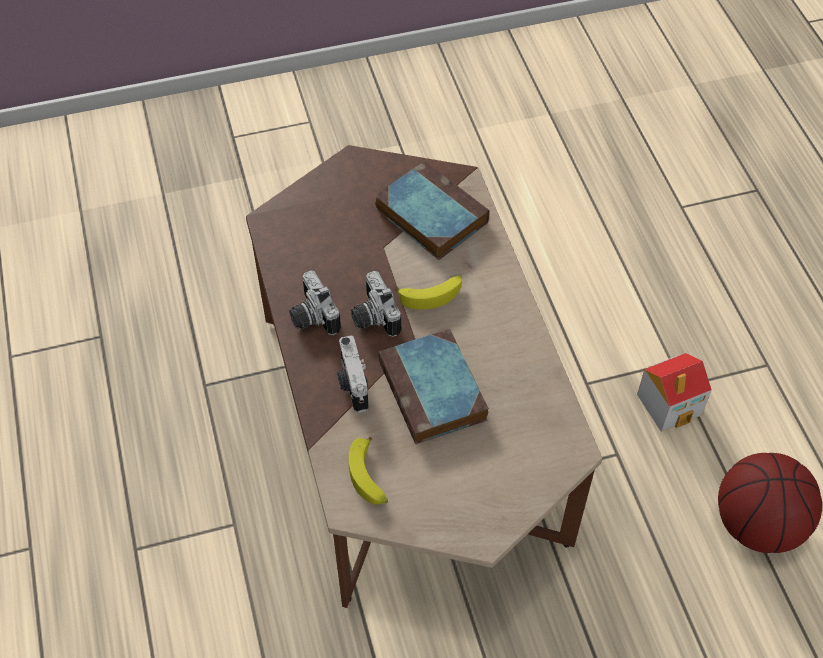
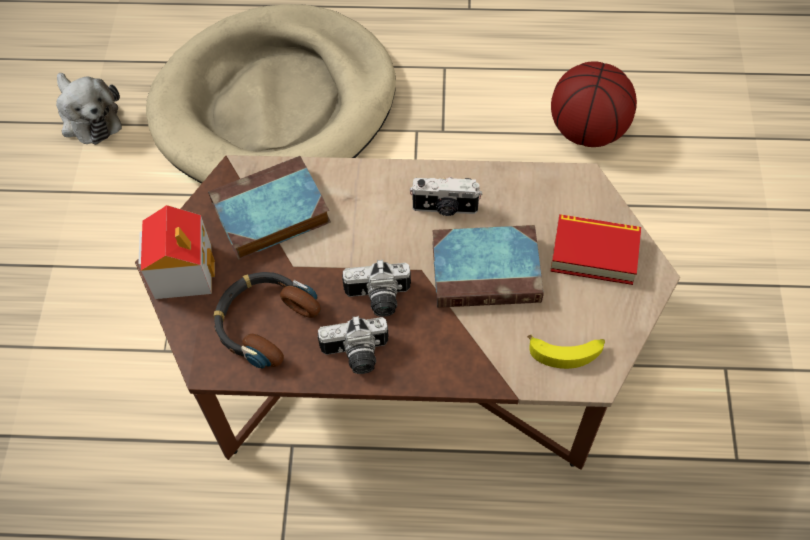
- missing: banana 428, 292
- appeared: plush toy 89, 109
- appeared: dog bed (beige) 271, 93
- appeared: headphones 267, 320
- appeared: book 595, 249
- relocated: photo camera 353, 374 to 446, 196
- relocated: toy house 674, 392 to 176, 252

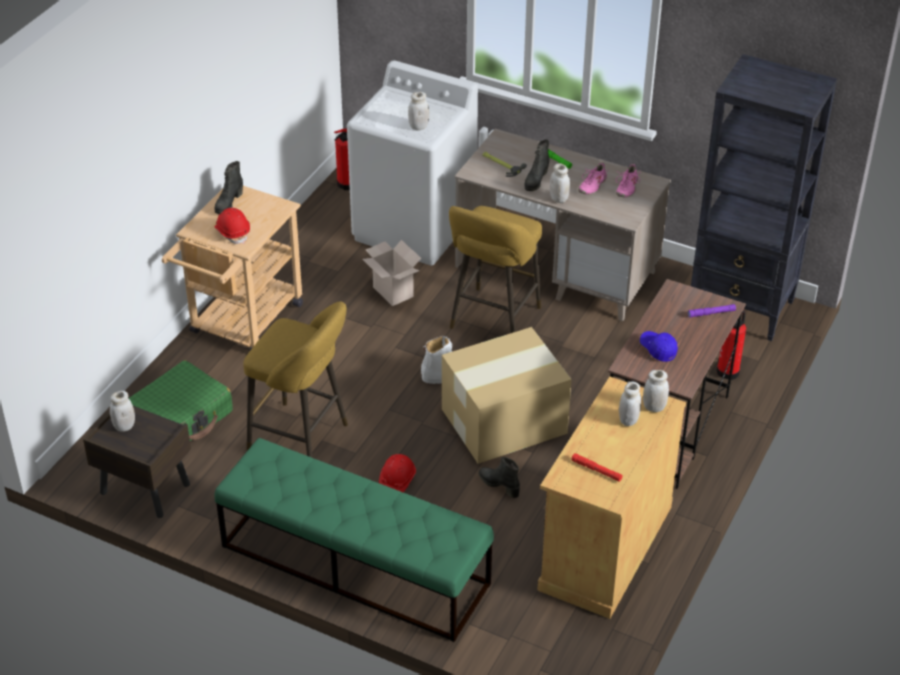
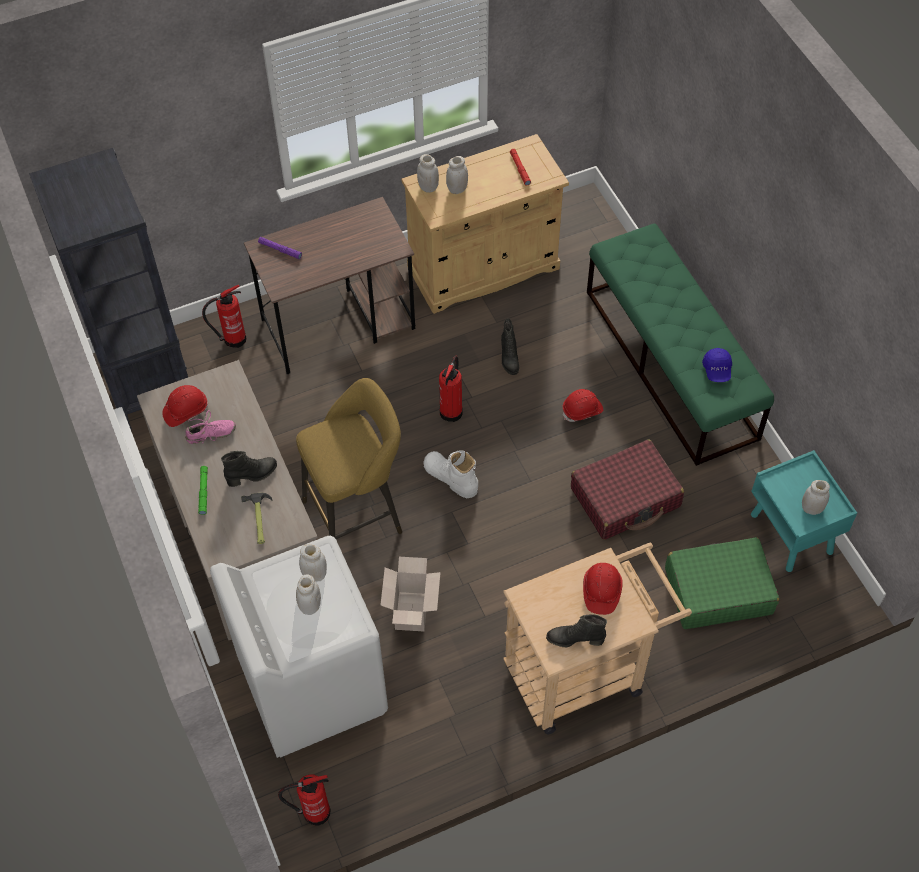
- relocated: jar (white) 560, 183 to 308, 595
- relocated: cap (blue) 659, 346 to 717, 365
- exchanged: stool (yellow) 295, 380 to suitcase (red) 627, 489
- exchanged: cardboard box 507, 395 to fire extinguisher 451, 389
- exchanged: shoe (pink) 628, 181 to hard hat (red) 185, 406
- colour: nightstand (brown) 137, 462 to nightstand (turquoise) 804, 511
- spun: boot (black) 228, 187 = 576, 630 150 degrees counterclockwise

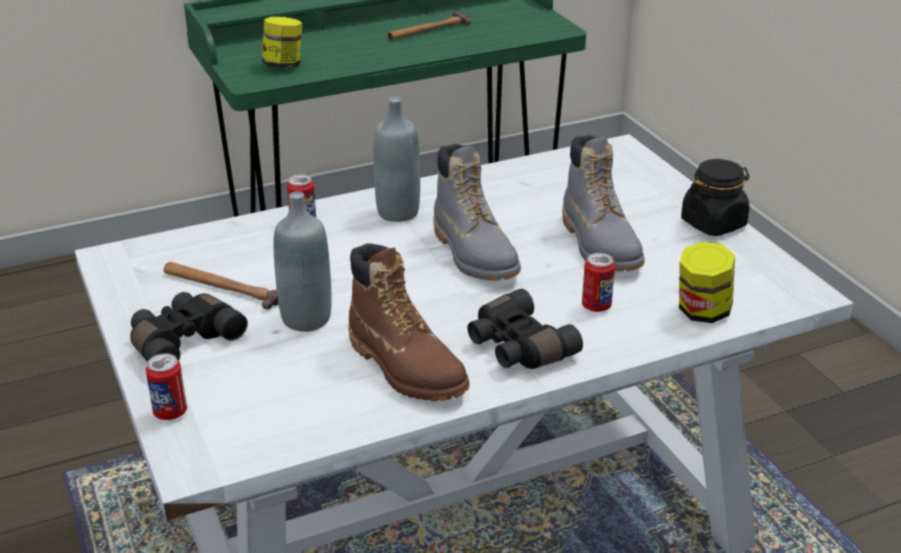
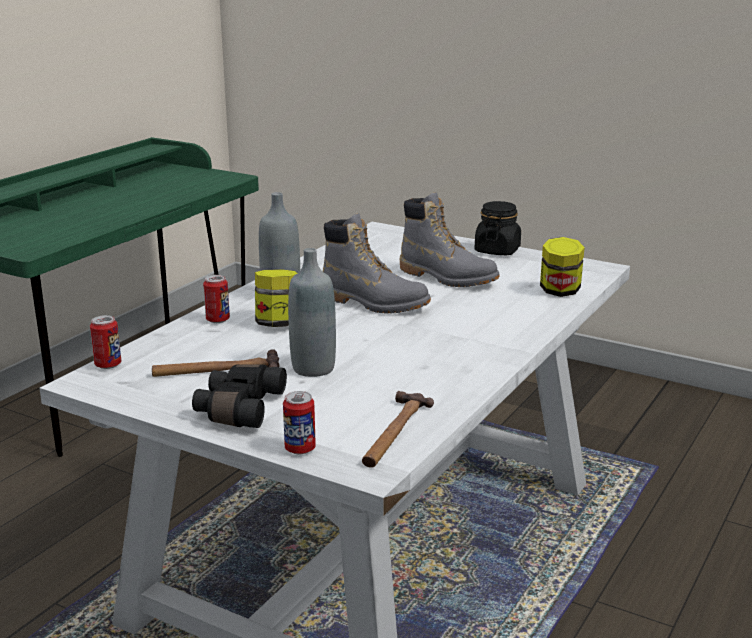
- missing: boot (brown) 408, 322
- missing: binoculars (black) 525, 329
- relocated: jar 282, 42 to 276, 298
- relocated: hammer 429, 25 to 398, 429
- relocated: can 598, 282 to 105, 342

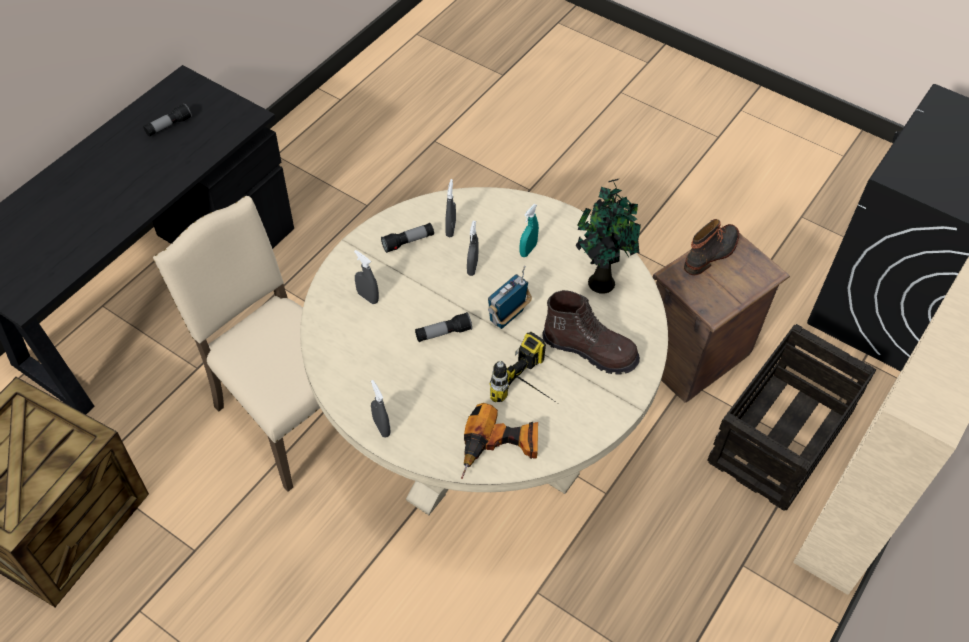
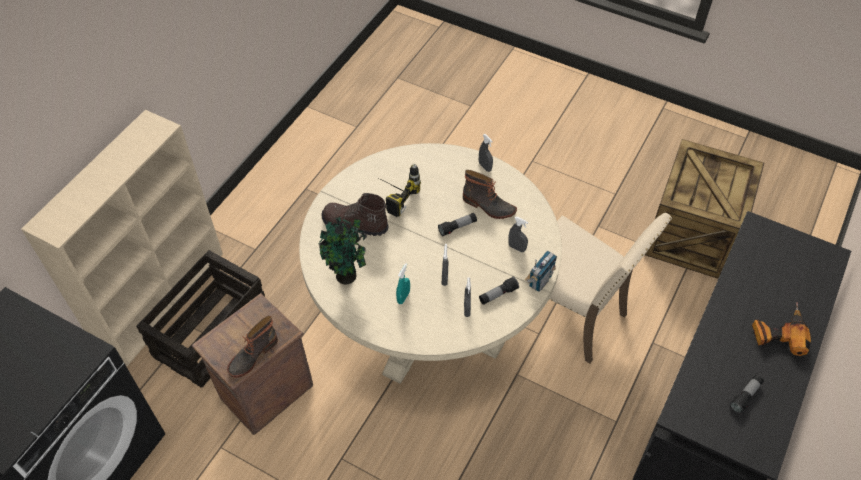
- appeared: boot 490, 194
- relocated: power drill 499, 441 to 781, 329
- relocated: radio 510, 297 to 541, 271

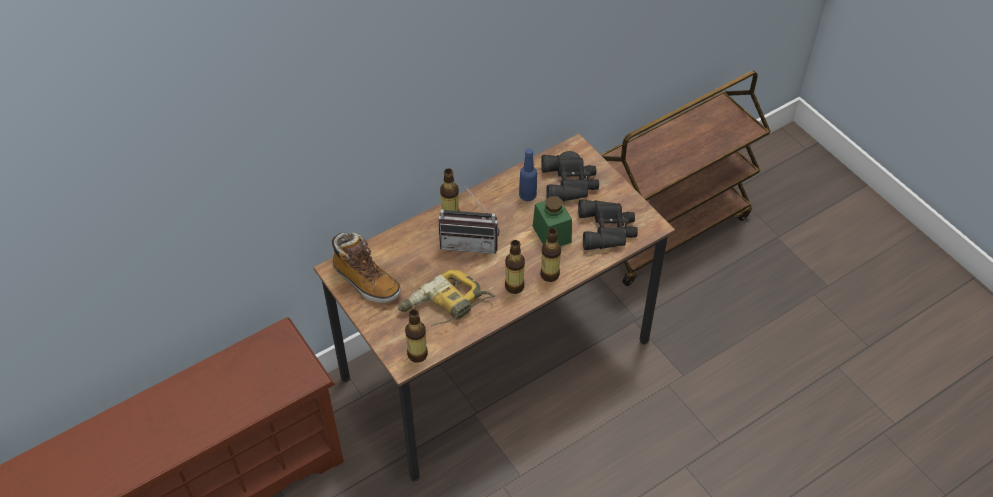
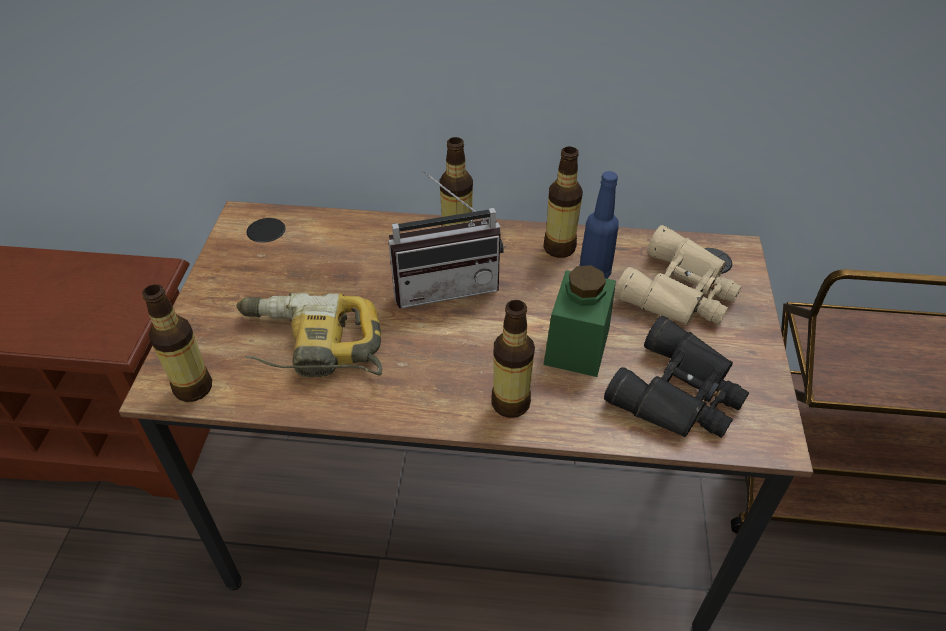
- missing: boot 366, 267
- relocated: bottle 515, 267 to 563, 202
- colour: binoculars (black) 570, 178 to binoculars (beige) 678, 274
- spun: radio 469, 219 = 446, 239 60 degrees counterclockwise

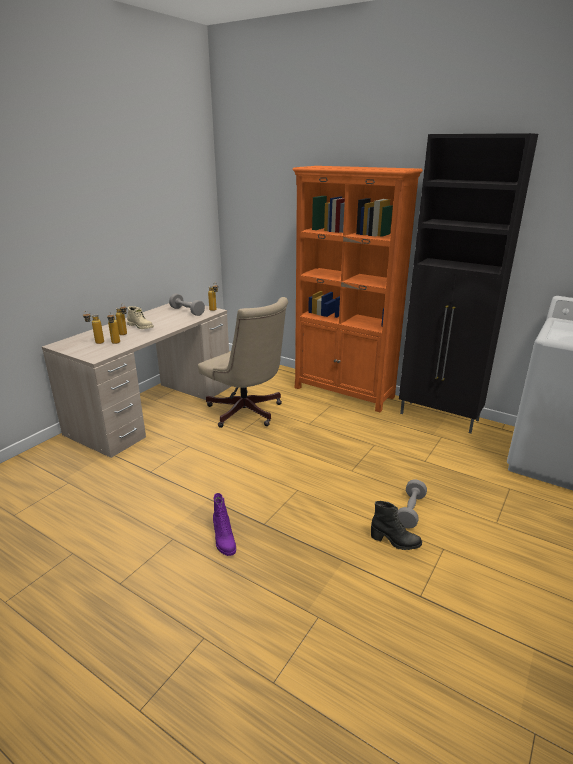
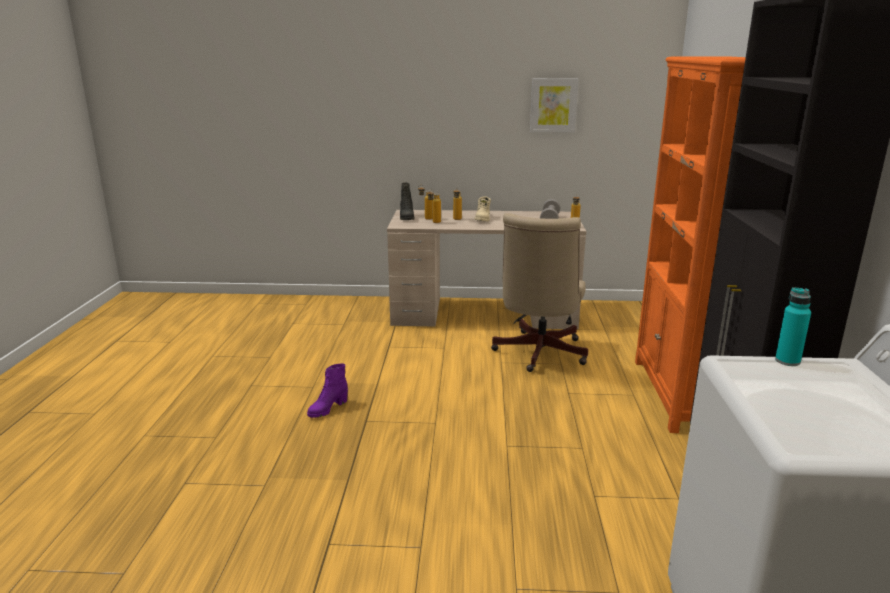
- missing: dumbbell (grey) 412, 504
- appeared: picture 554, 105
- appeared: bottle (turquoise) 793, 326
- relocated: boot (black) 396, 525 to 407, 201

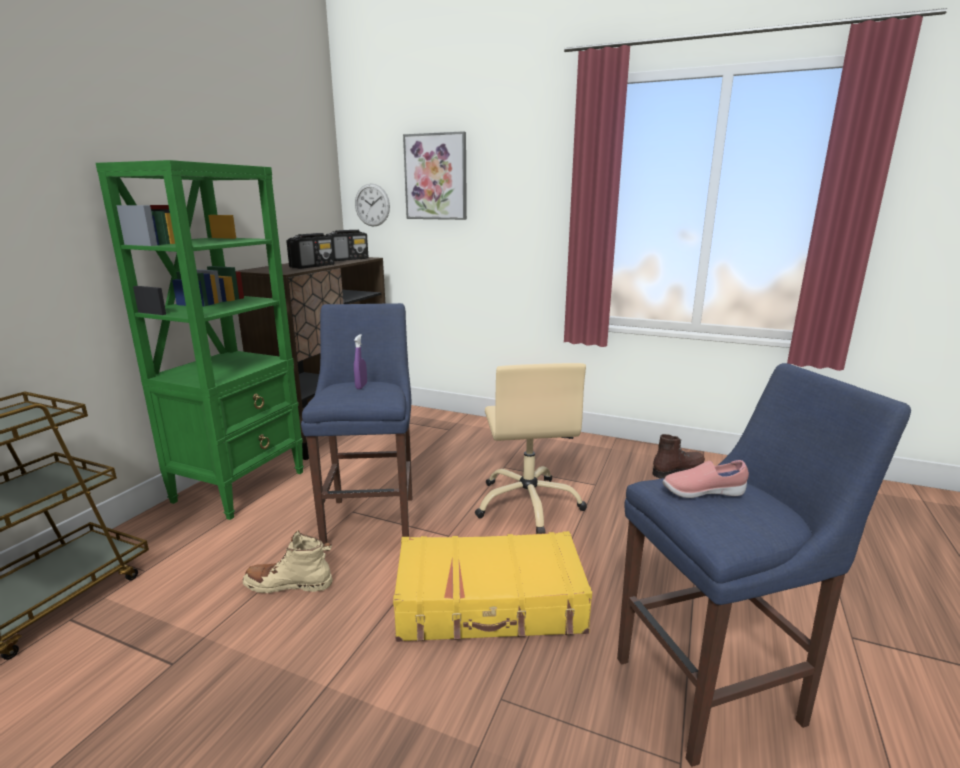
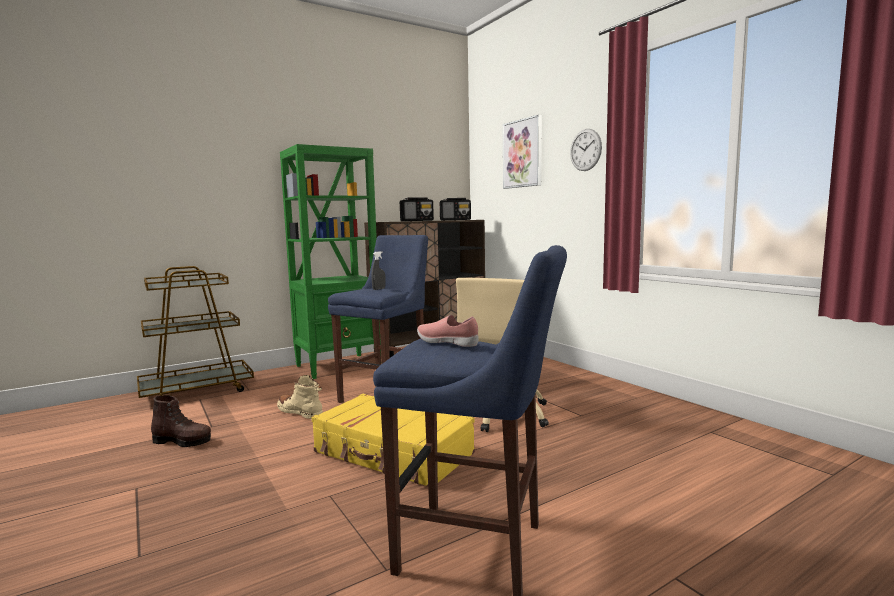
- relocated: wall clock 372, 205 to 586, 150
- relocated: boot (brown) 679, 456 to 181, 421
- colour: spray bottle (purple) 360, 361 to spray bottle (grey) 378, 270

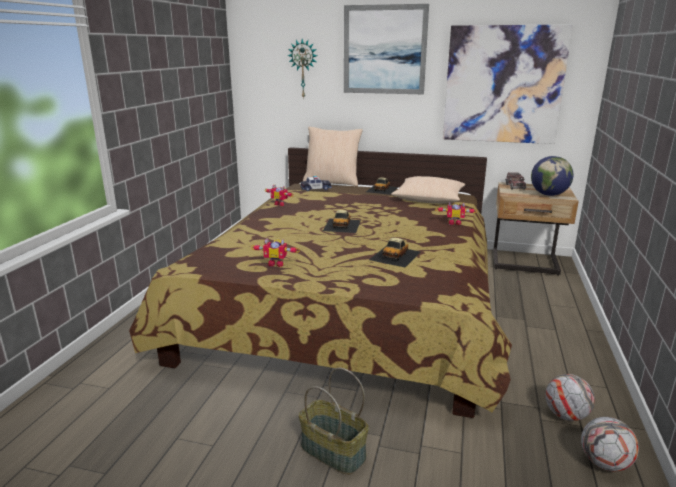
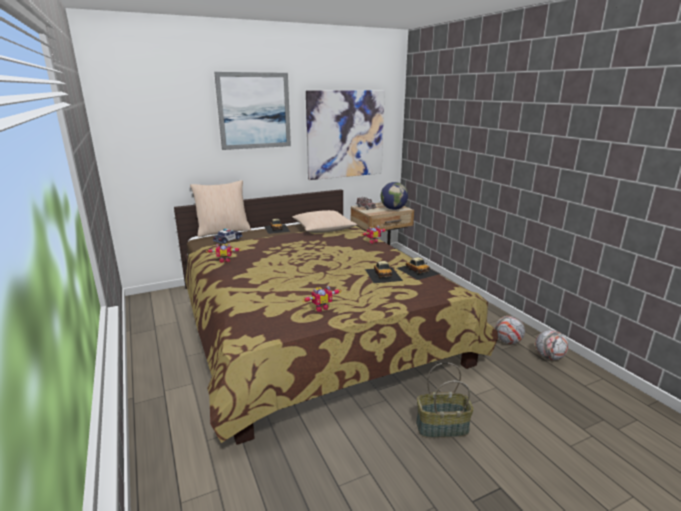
- missing: wall clock 302, 69
- relocated: toy car 342, 221 to 418, 268

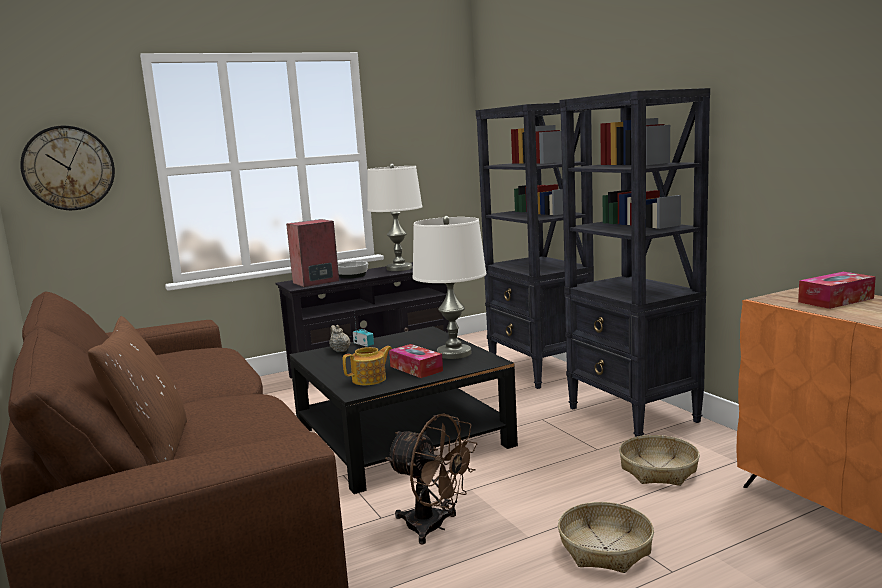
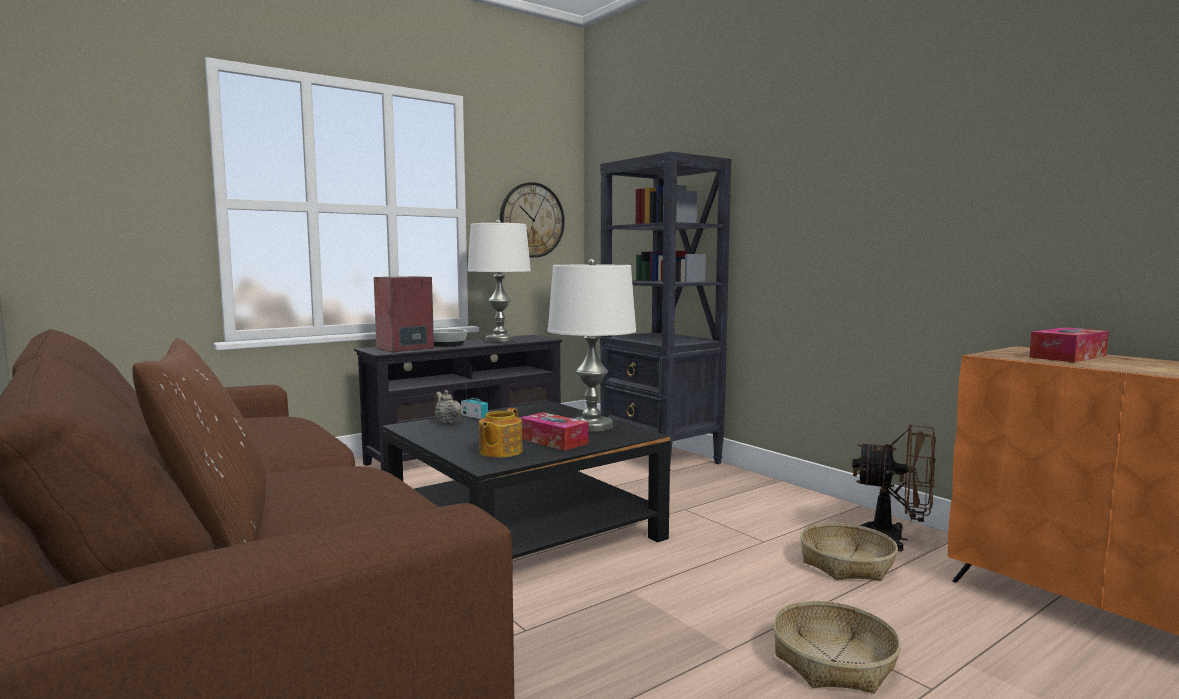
- missing: bookcase (black) 635, 262
- relocated: wall clock 67, 168 to 532, 220
- relocated: fan (brown) 431, 479 to 894, 488
- spun: teapot 367, 365 = 501, 433 150 degrees clockwise

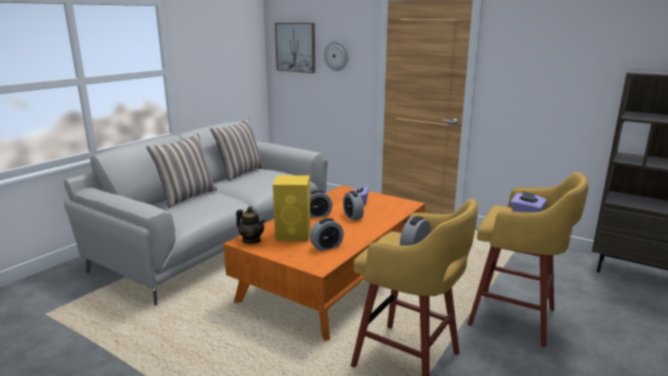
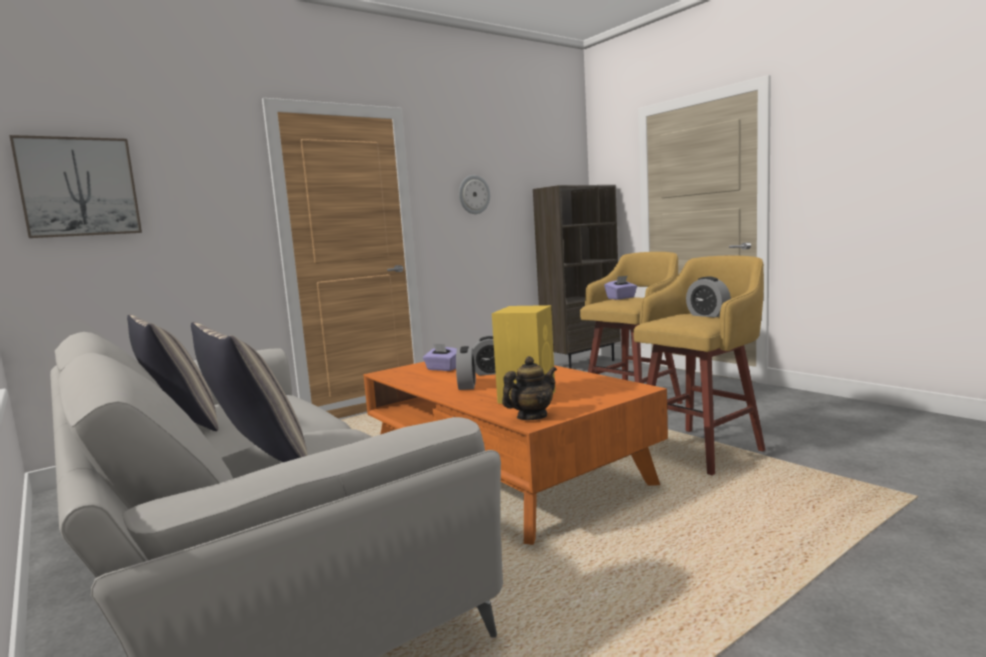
- missing: alarm clock 327, 234
- relocated: wall clock 336, 56 to 474, 194

